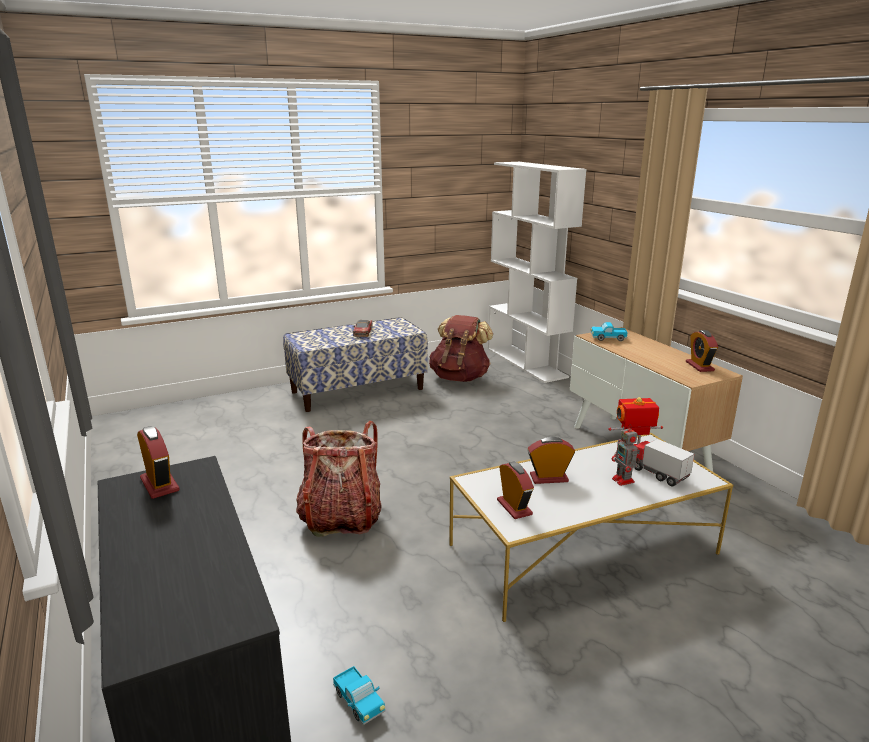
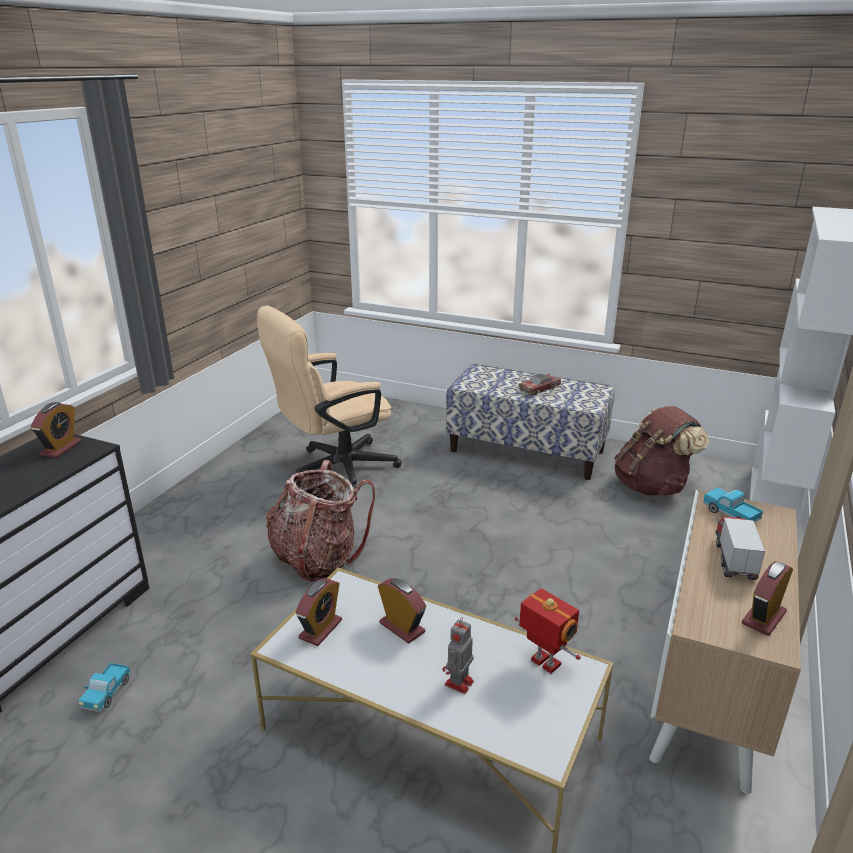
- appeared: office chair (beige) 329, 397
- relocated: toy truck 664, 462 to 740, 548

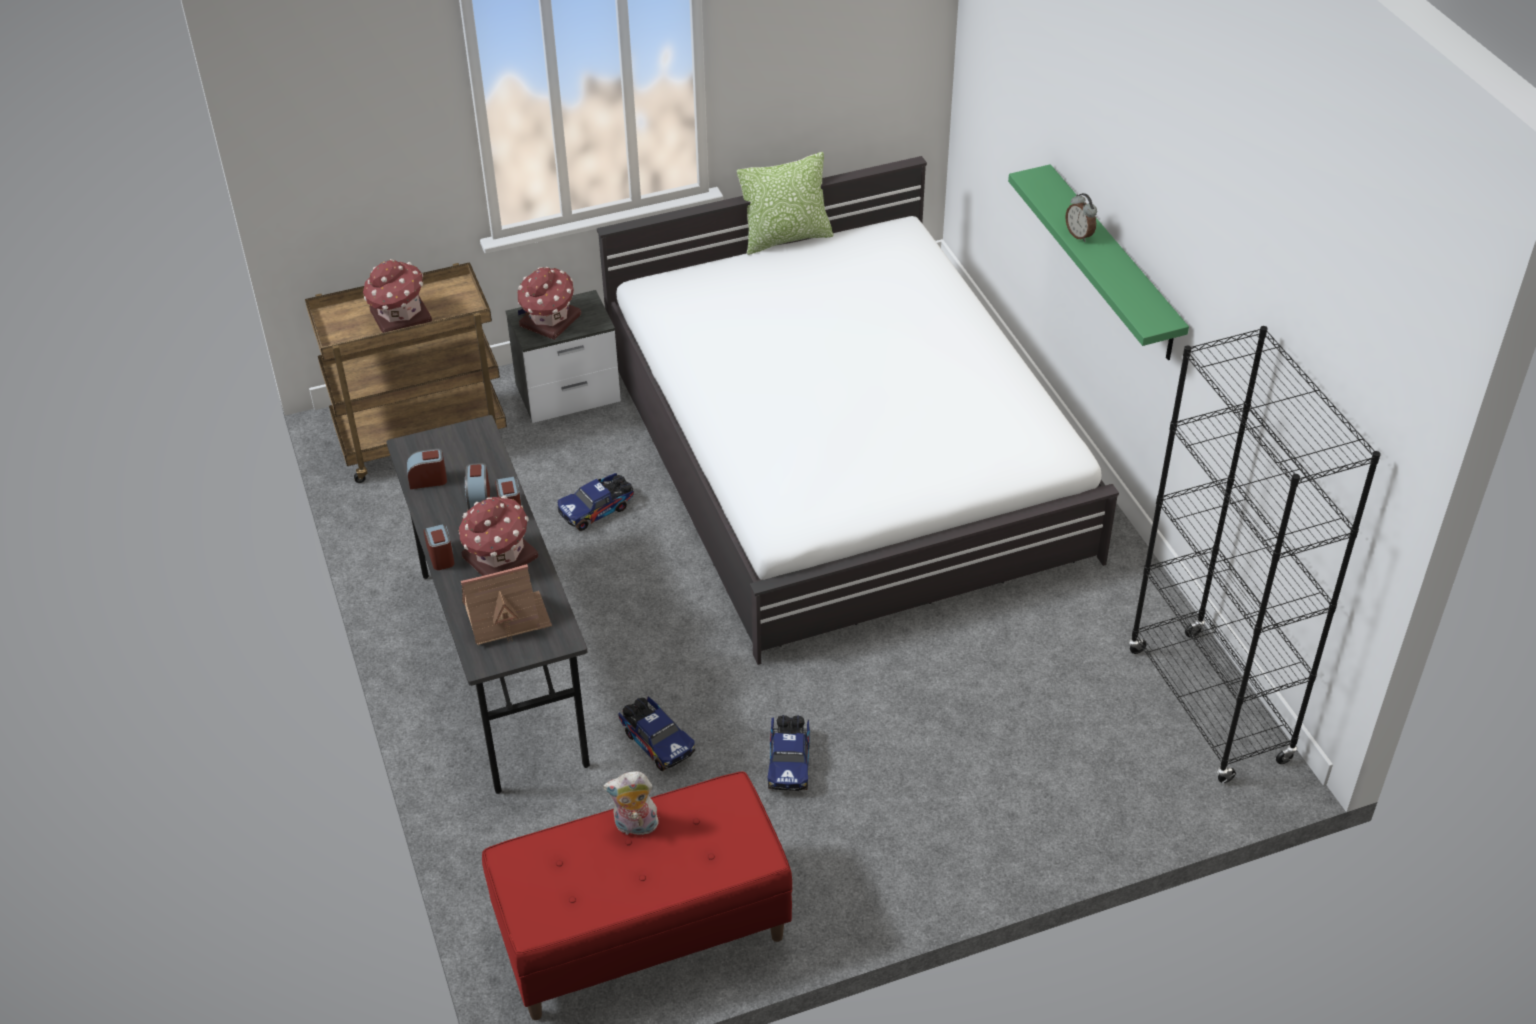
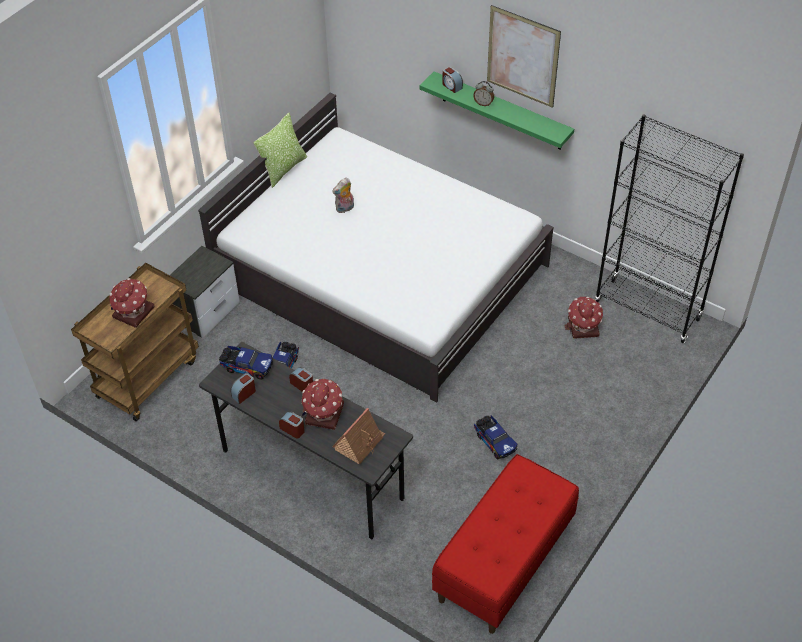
- appeared: picture 524, 56
- relocated: alarm clock 477, 486 to 452, 80
- relocated: toy house 549, 303 to 584, 318
- relocated: plush toy 631, 803 to 343, 196
- relocated: toy truck 656, 733 to 246, 362

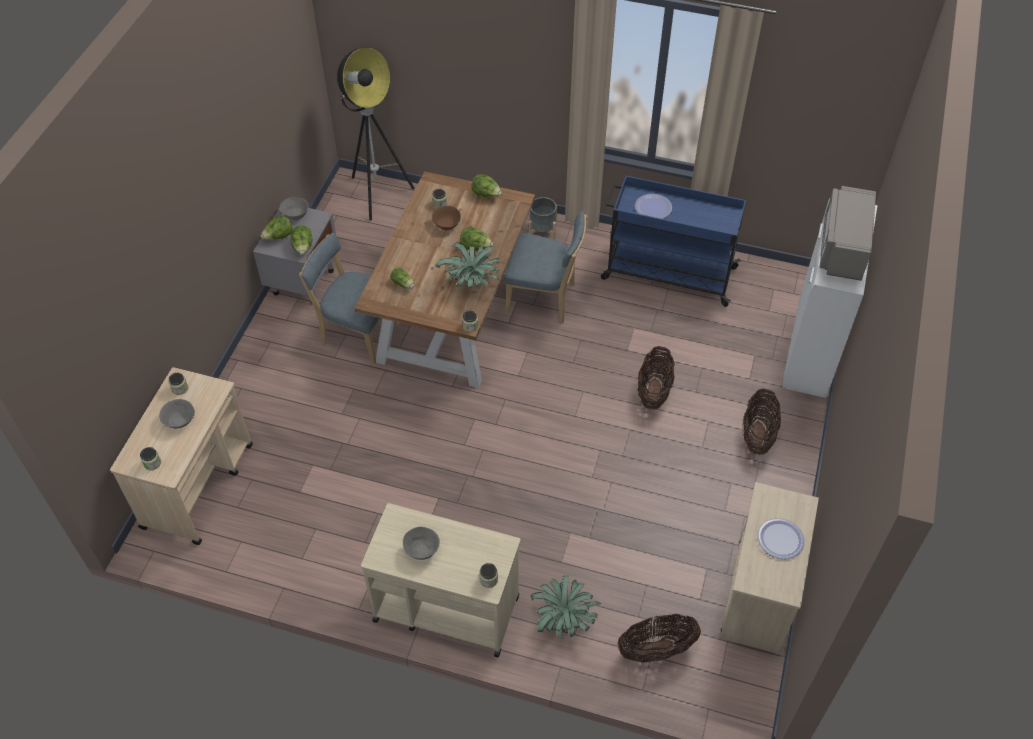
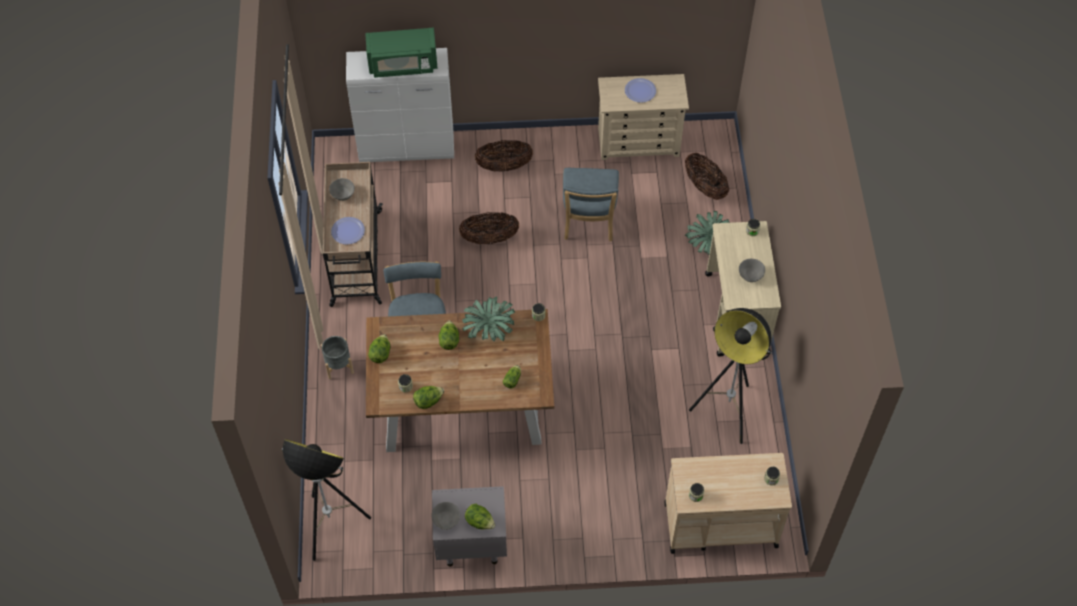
- missing: bowl (brown) 446, 218
- appeared: floor lamp 730, 376
- relocated: bowl (grey) 177, 414 to 342, 189
- relocated: lettuce 301, 240 to 428, 397
- relocated: chair (blue) 349, 298 to 591, 204
- colour: cart (blue) 673, 241 to cart (beige) 353, 234
- colour: microwave (grey) 848, 233 to microwave (green) 401, 52

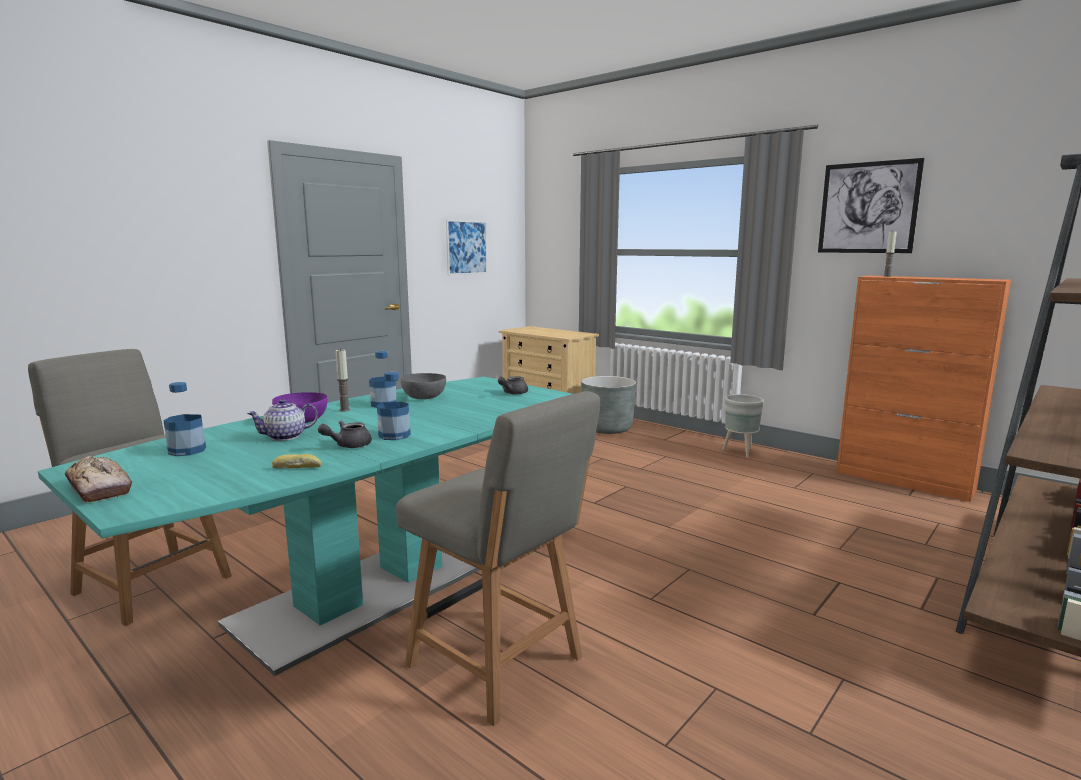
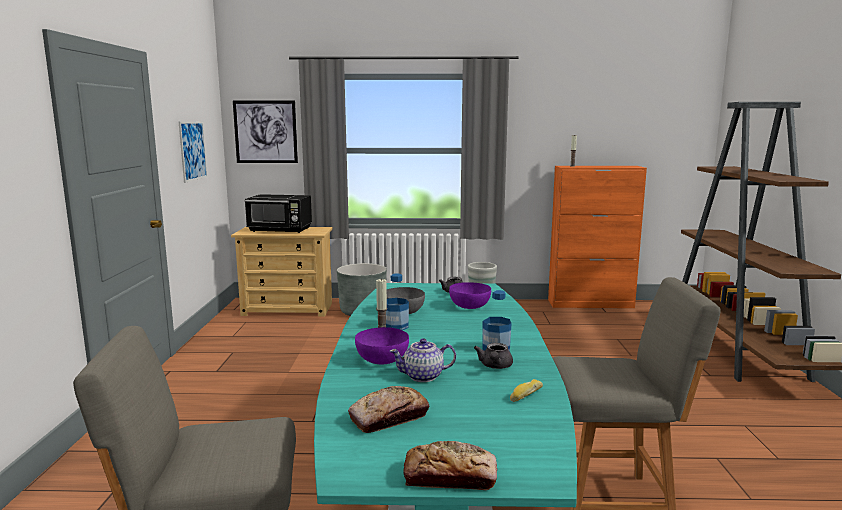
- appeared: microwave (black) 278, 213
- appeared: bowl (purple) 470, 295
- relocated: picture 871, 205 to 265, 131
- exchanged: bottle 184, 419 to bread 388, 409
- spun: teapot 282, 420 = 423, 360 60 degrees clockwise

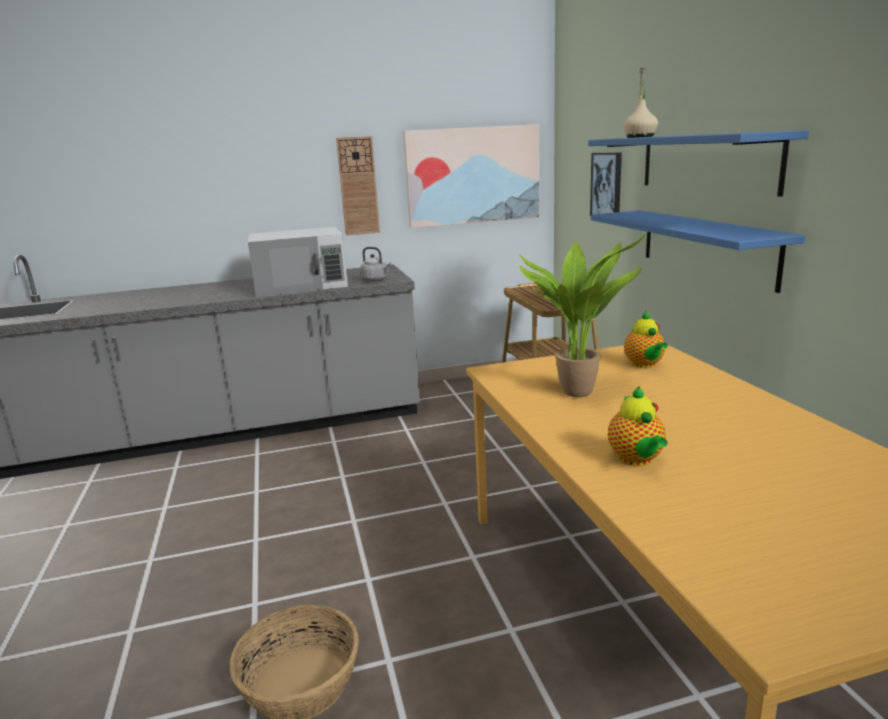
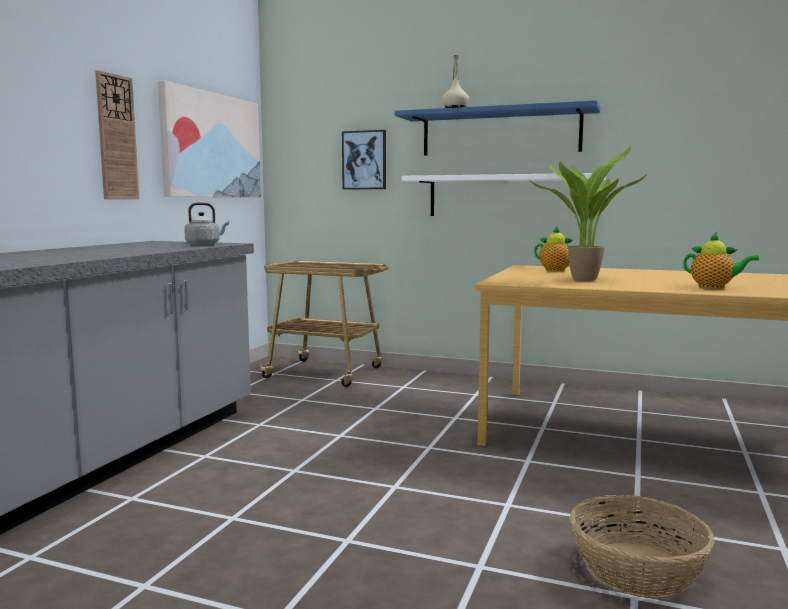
- missing: microwave (white) 298, 262
- colour: shelf (blue) 698, 251 to shelf (white) 504, 194

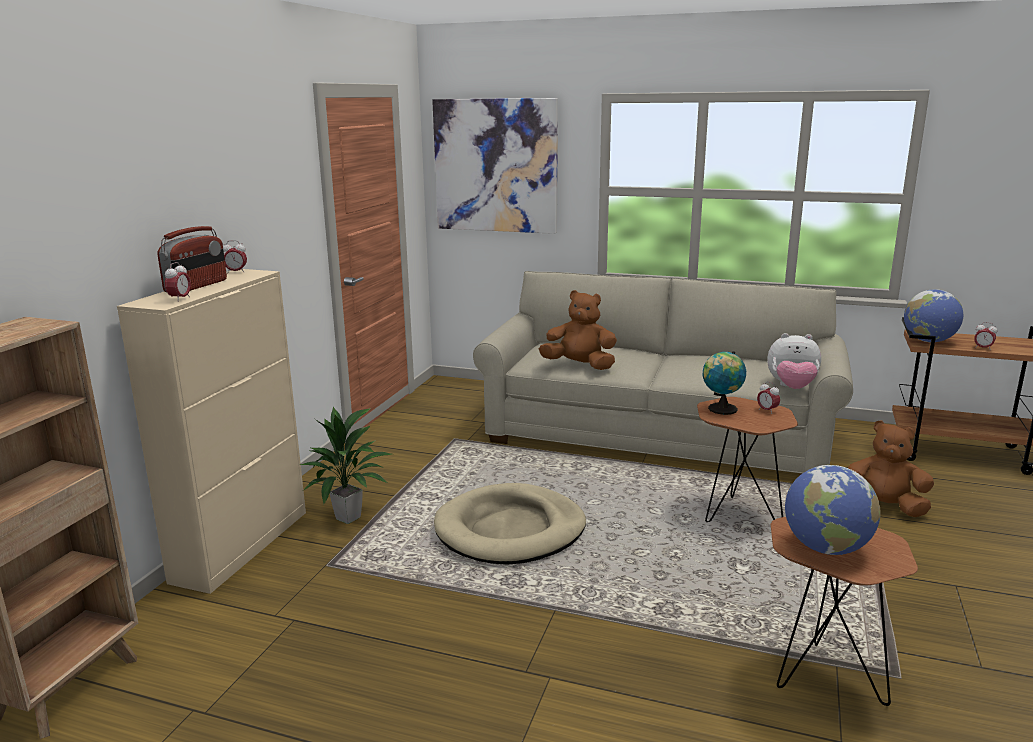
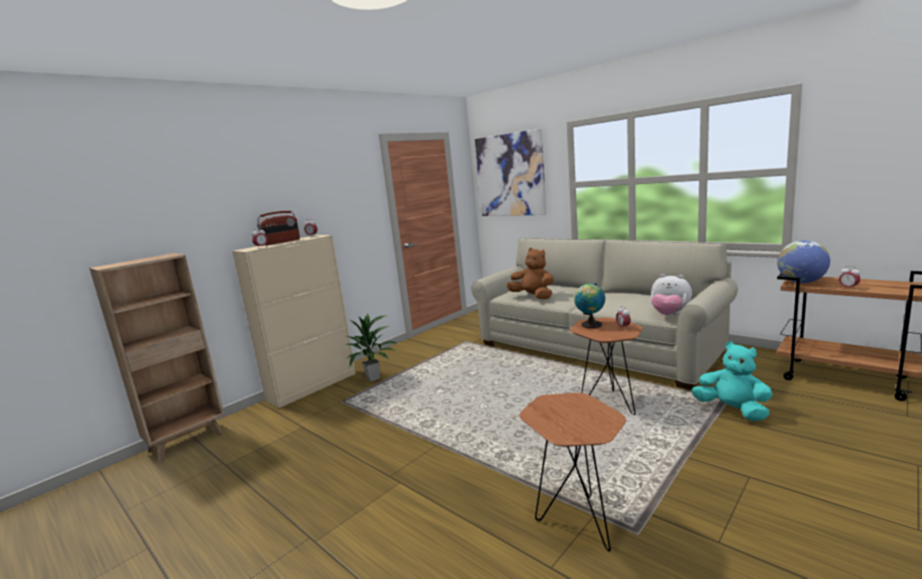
- missing: dog bed (beige) 510, 524
- missing: globe 833, 510
- colour: plush toy (brown) 891, 469 to plush toy (turquoise) 732, 381

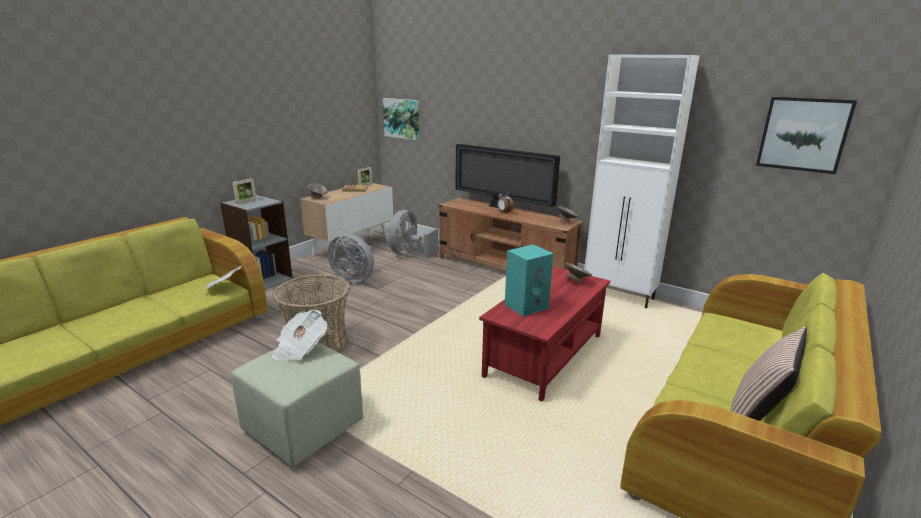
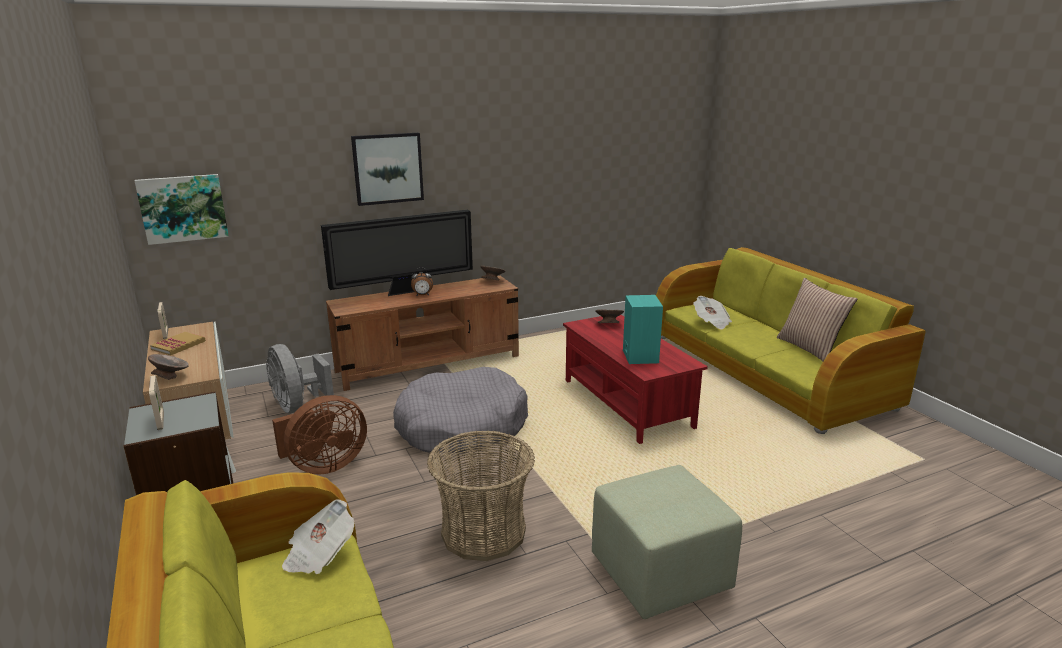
- missing: cabinet (white) 642, 181
- appeared: dog bed (grey) 460, 410
- relocated: newspaper 299, 335 to 712, 313
- relocated: picture 806, 135 to 387, 169
- colour: fan (grey) 351, 259 to fan (brown) 319, 434

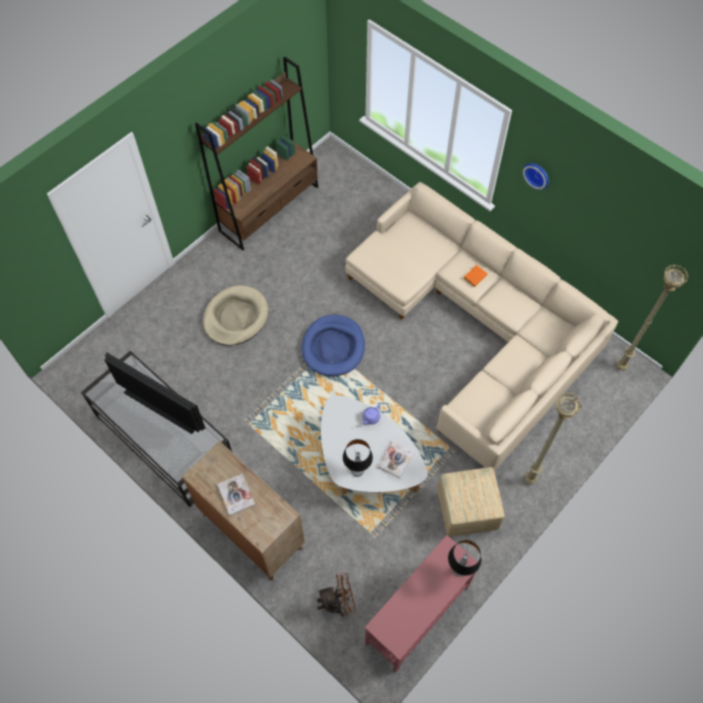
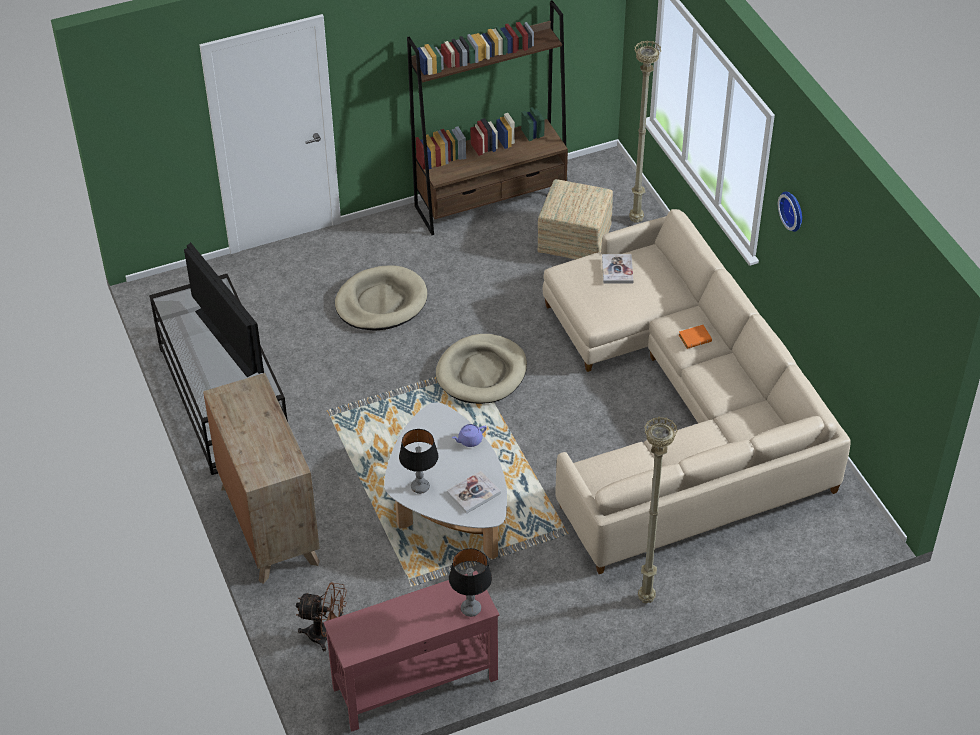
- relocated: book 236, 495 to 618, 268
- relocated: ottoman 470, 502 to 575, 219
- relocated: floor lamp (beige) 652, 318 to 645, 131
- colour: dog bed (blue) 333, 345 to dog bed (beige) 481, 369

